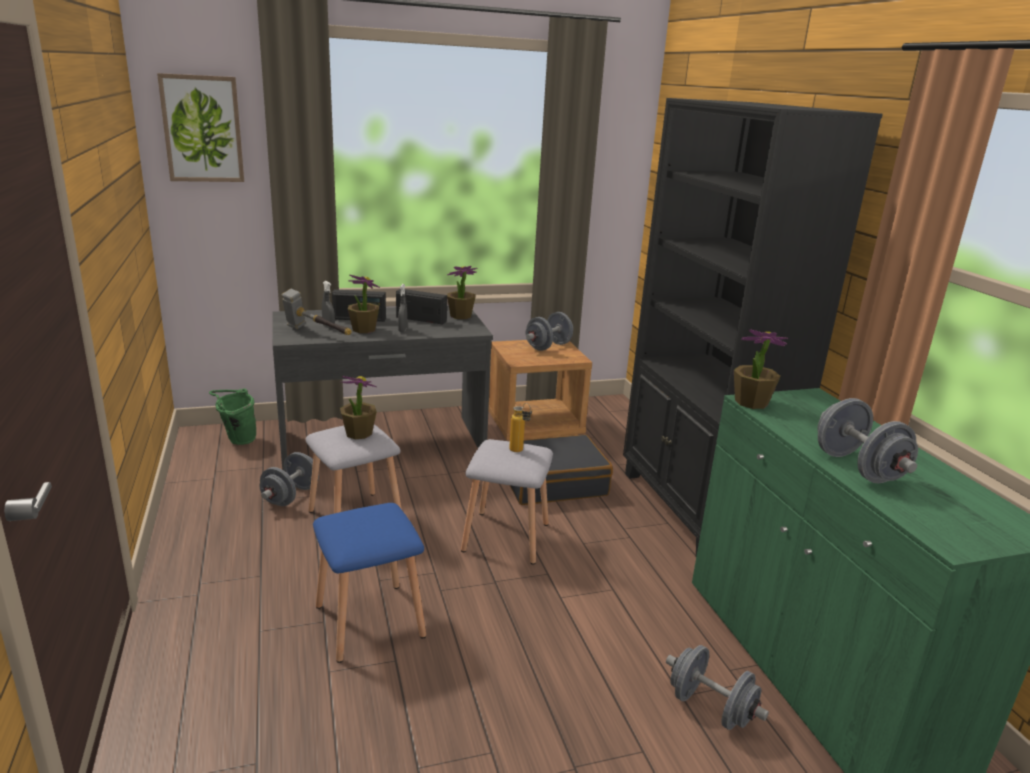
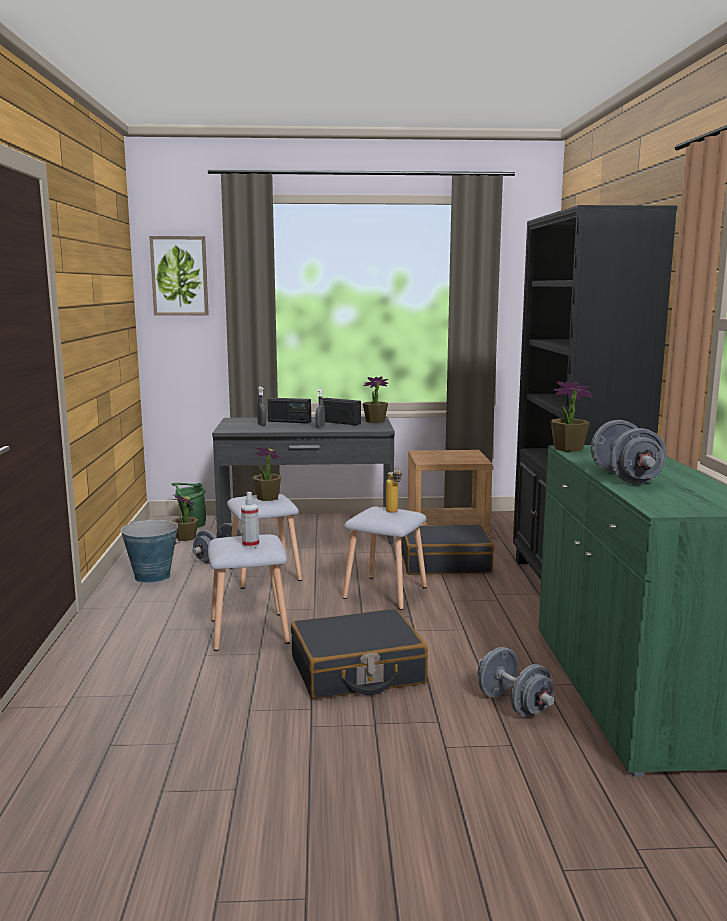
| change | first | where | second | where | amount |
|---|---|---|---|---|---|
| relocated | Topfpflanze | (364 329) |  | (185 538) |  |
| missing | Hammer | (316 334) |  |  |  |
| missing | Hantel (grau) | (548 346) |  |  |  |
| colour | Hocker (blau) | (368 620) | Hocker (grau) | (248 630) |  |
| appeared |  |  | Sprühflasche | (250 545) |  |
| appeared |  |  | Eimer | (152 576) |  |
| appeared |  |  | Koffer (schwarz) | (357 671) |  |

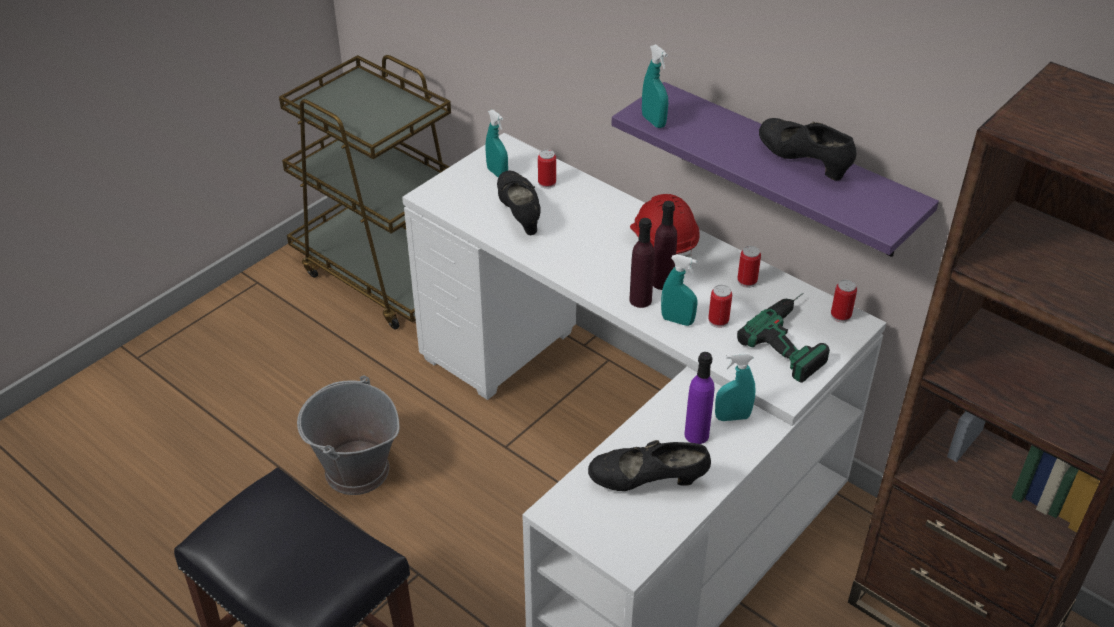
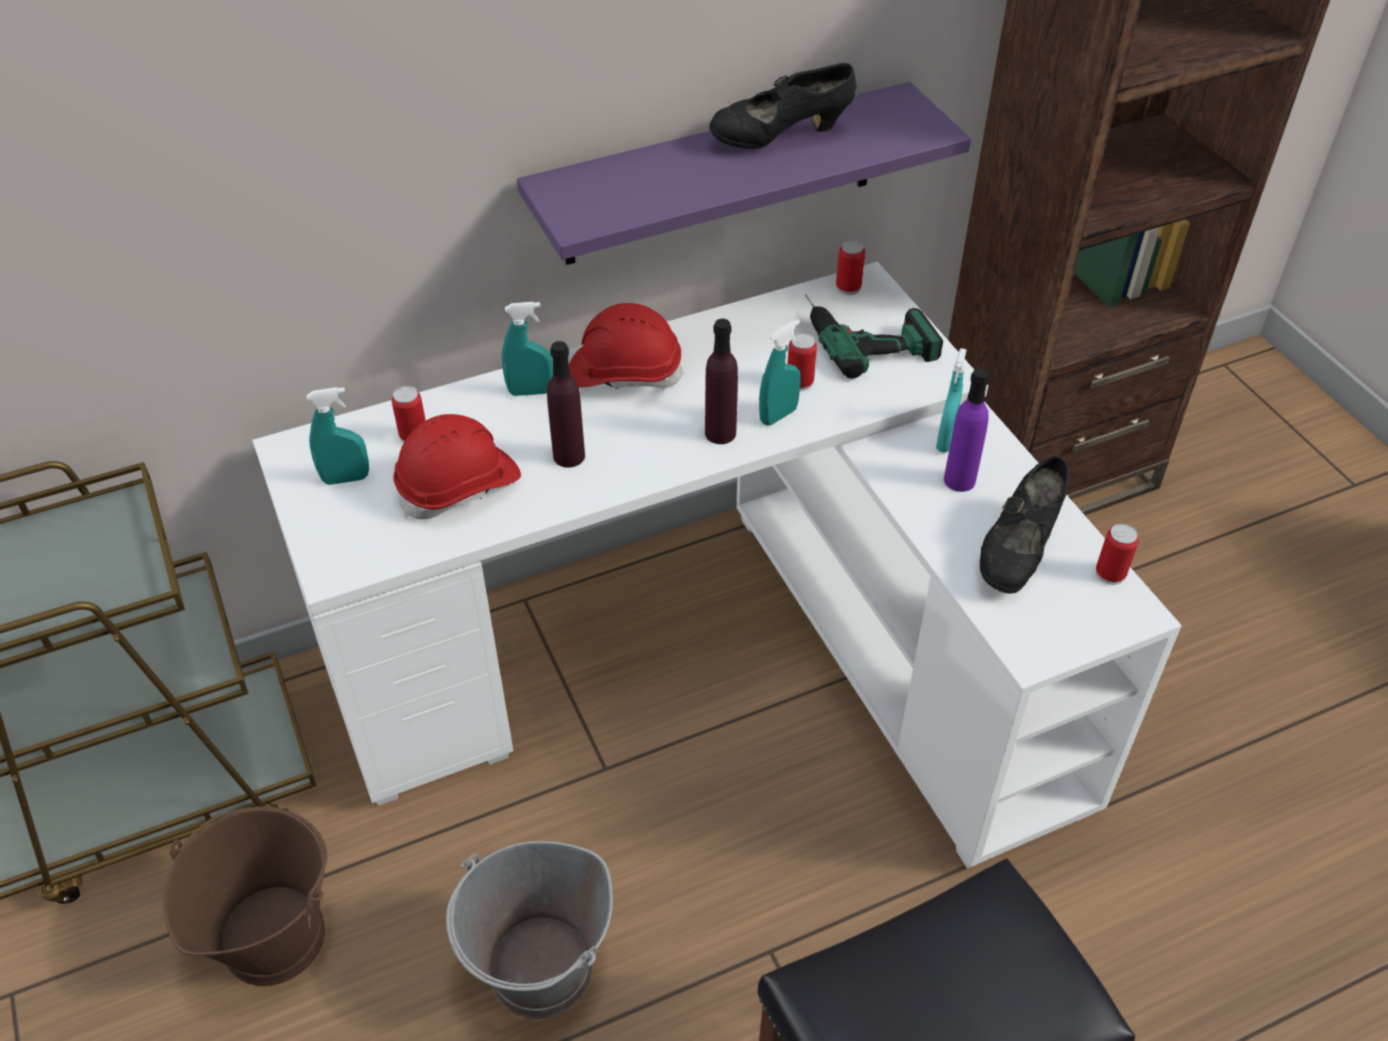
| change | first | where | second | where | amount |
|---|---|---|---|---|---|
| relocated | Sprühflasche (türkis) | (653 121) |  | (530 391) |  |
| exchanged | Schuh (schwarz) | (519 214) | Schutzhelm (rot) | (459 486) |  |
| relocated | Flasche (lila) | (662 282) |  | (569 456) |  |
| relocated | Dose | (747 281) |  | (1110 573) |  |
| appeared |  |  | Eimer (braun) | (273 936) |  |

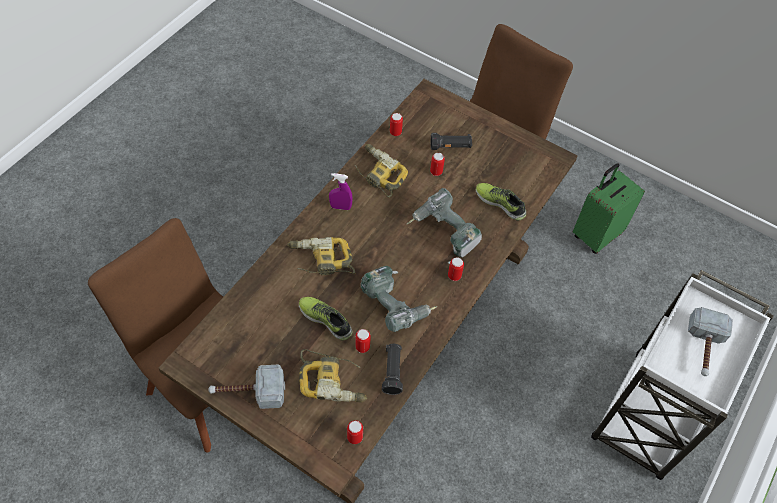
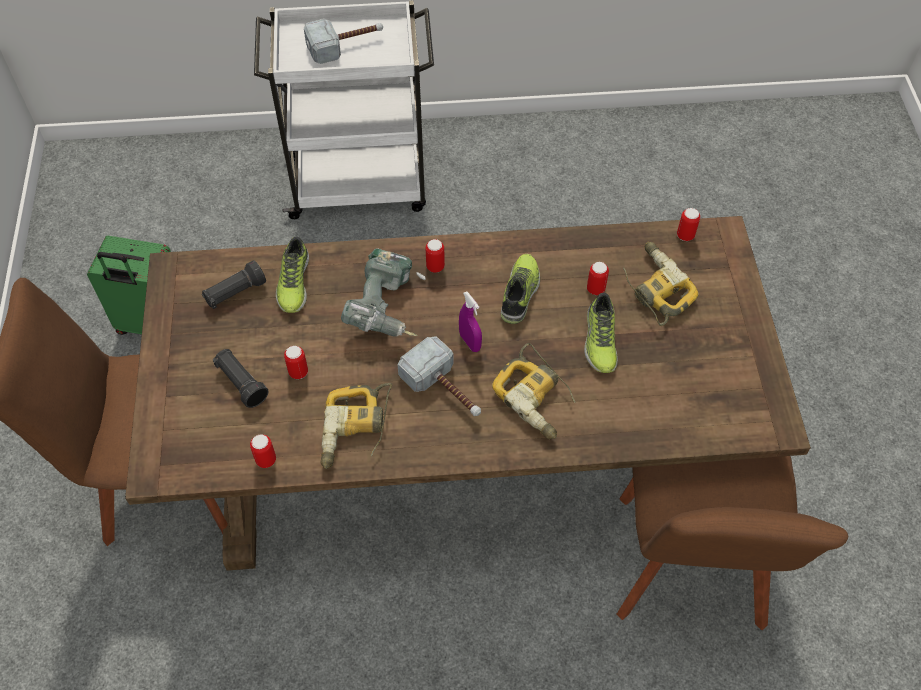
| change | first | where | second | where | amount |
|---|---|---|---|---|---|
| relocated | Sprühflasche (lila) | (340 207) |  | (470 342) |  |
| exchanged | Bohrmaschine | (396 305) | Schuh | (520 293) |  |
| relocated | Taschenlampe (schwarz) | (392 372) |  | (235 293) |  |
| relocated | Hammer | (248 392) |  | (445 390) |  |

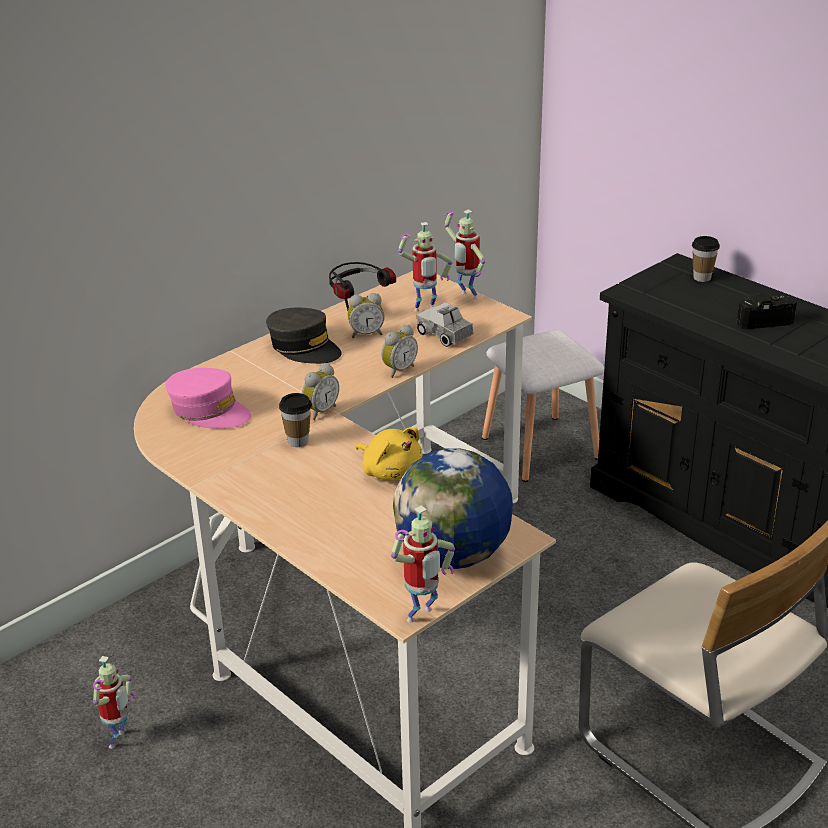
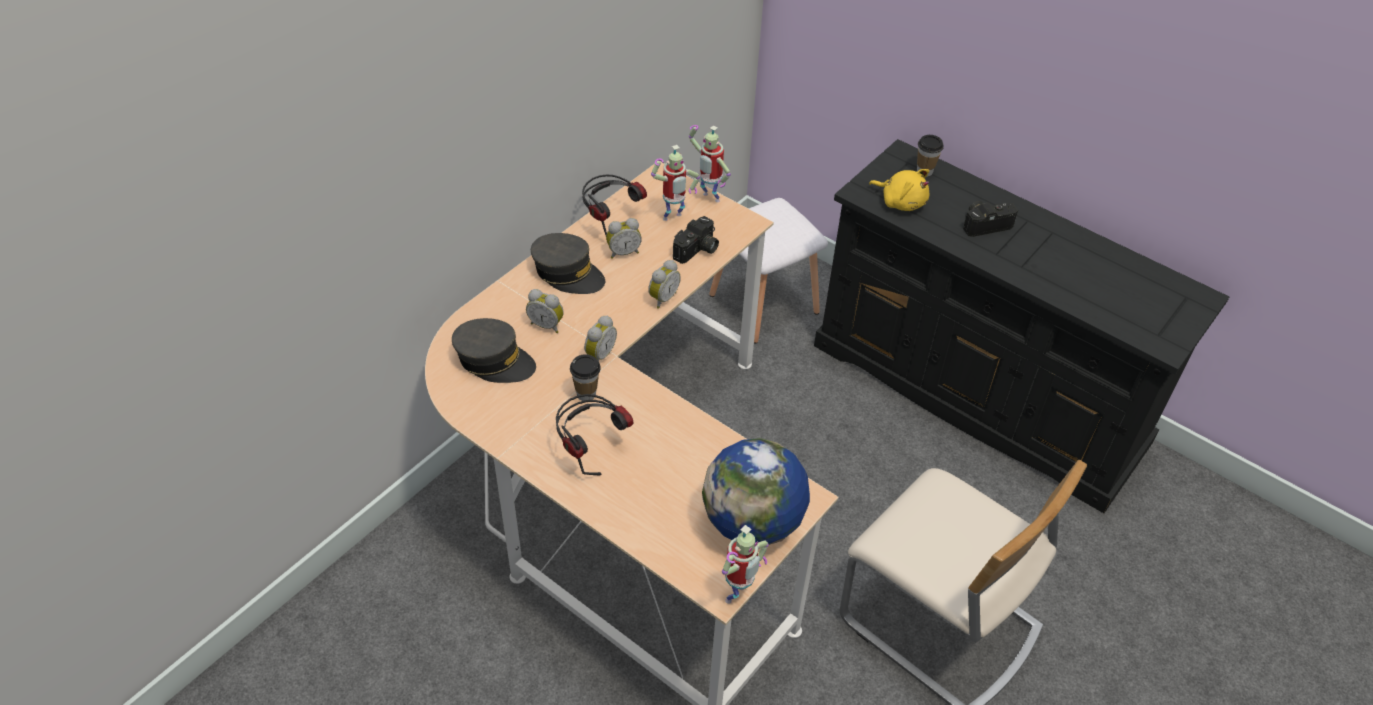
| change | first | where | second | where | amount |
|---|---|---|---|---|---|
| exchanged | Spielzeuglaster | (445 335) | Kamera | (697 250) |  |
| colour | Kappe (rosa) | (209 411) | Kappe (grau) | (494 360) |  |
| relocated | Plüschtier (gelb) | (390 471) |  | (901 202) |  |
| missing | Spielzeugroboter | (119 740) |  |  |  |
| appeared |  |  | Wecker | (547 324) |  |
| appeared |  |  | Kopfhörer | (591 448) |  |

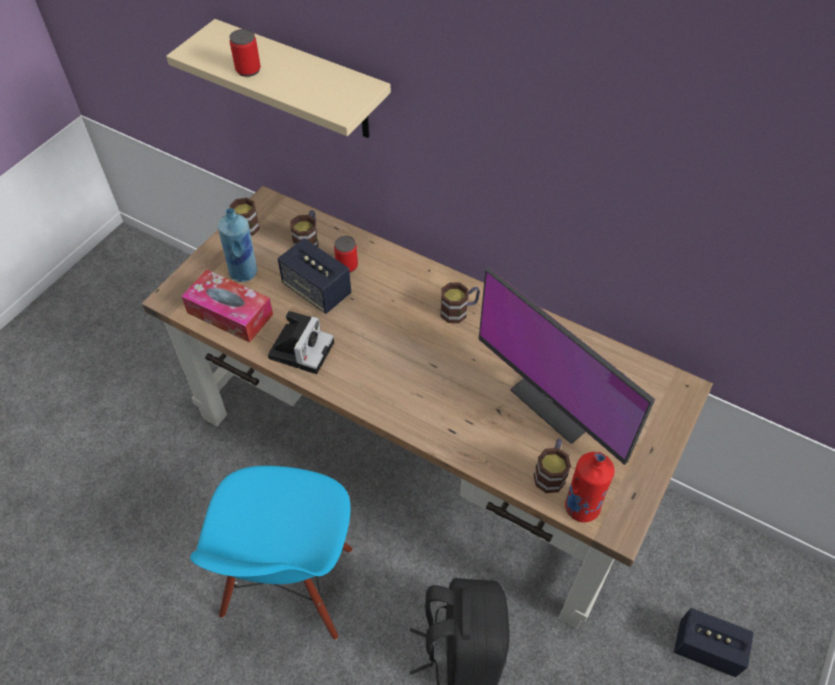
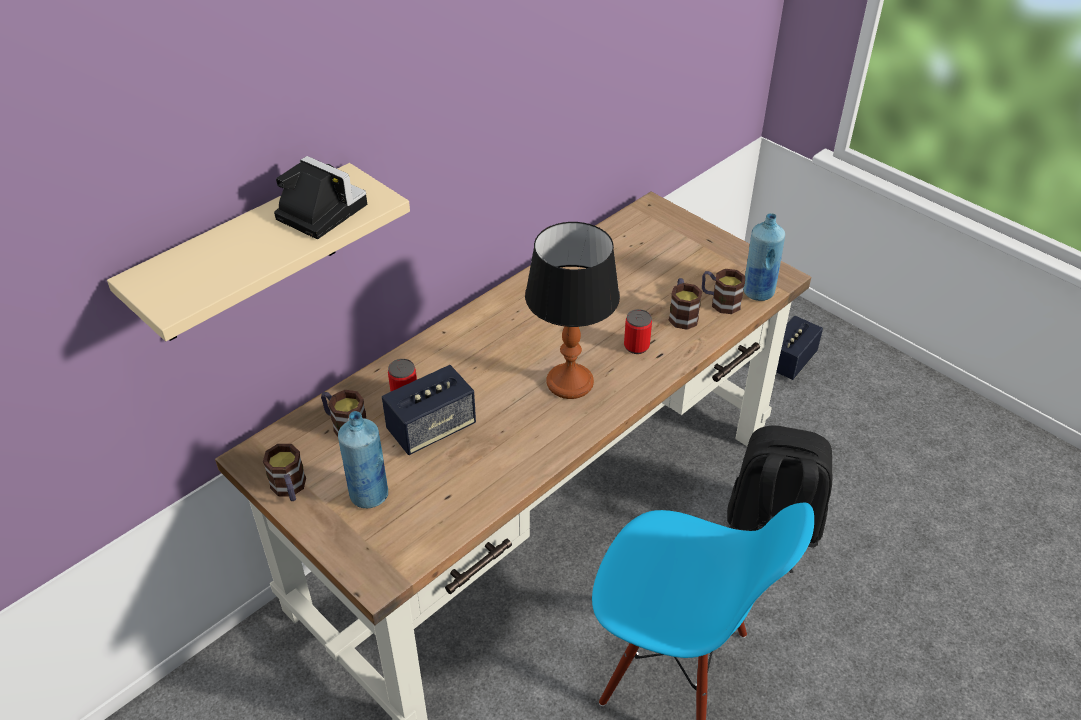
| change | first | where | second | where | amount |
|---|---|---|---|---|---|
| relocated | Dose | (248 70) |  | (636 346) |  |
| missing | Monitor | (564 397) |  |  |  |
| missing | Taschentuchbox | (230 313) |  |  |  |
| relocated | Henkelbecher | (459 311) |  | (682 314) |  |
| relocated | Kamera | (301 348) |  | (318 211) |  |
| colour | Flasche (rot) | (581 507) | Flasche (blau) | (757 292) |  |
| appeared |  |  | Tischlampe | (569 383) |  |

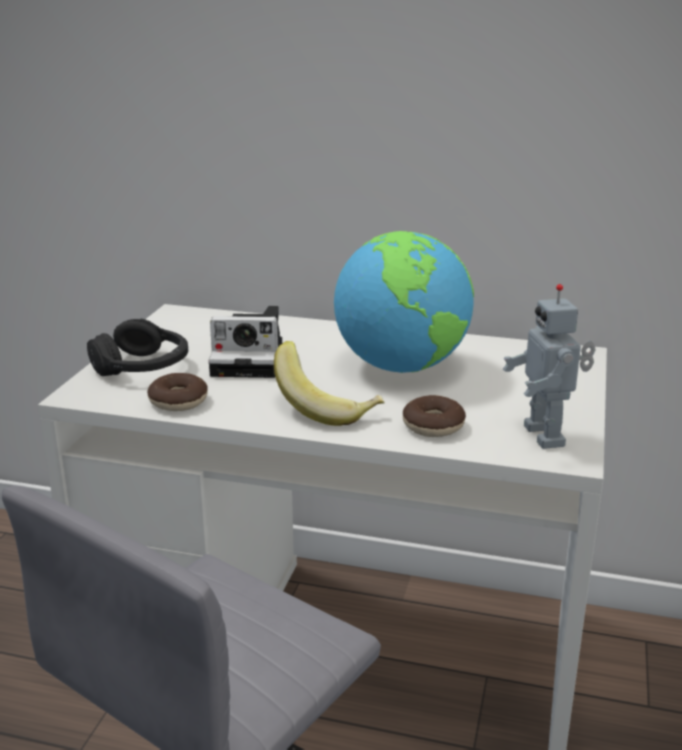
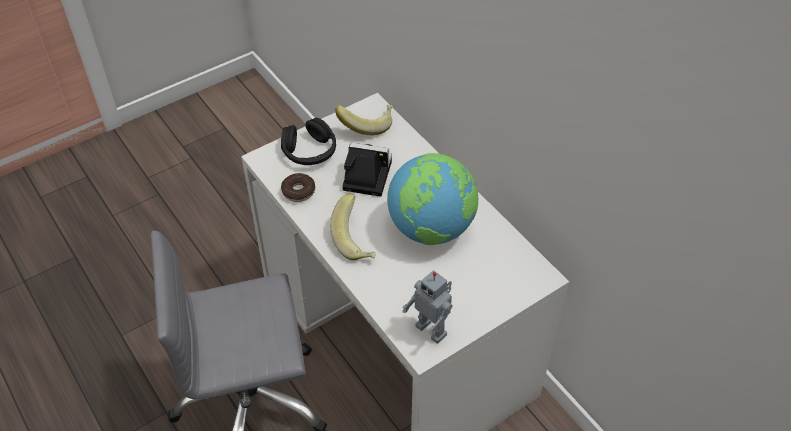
| change | first | where | second | where | amount |
|---|---|---|---|---|---|
| spun | Spielzeugroboter | (547 436) |  | (432 329) | 75 degrees counterclockwise |
| spun | Kamera | (251 360) |  | (365 176) | 150 degrees clockwise |
| missing | Donut | (433 426) |  |  |  |
| appeared |  |  | Banane | (366 125) |  |

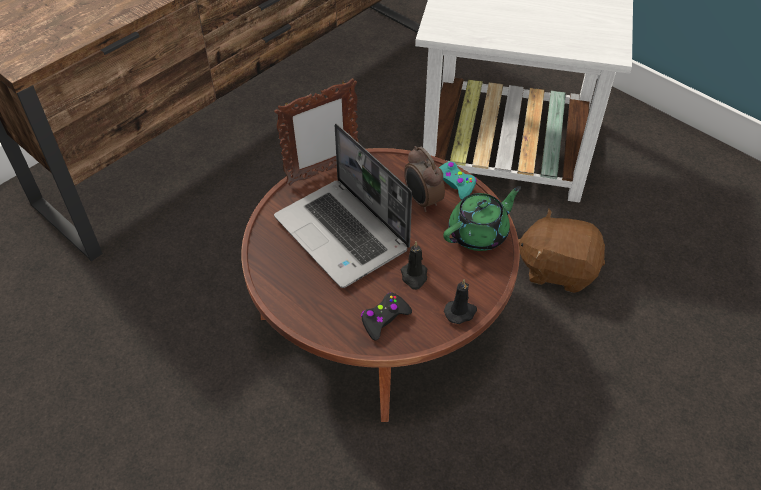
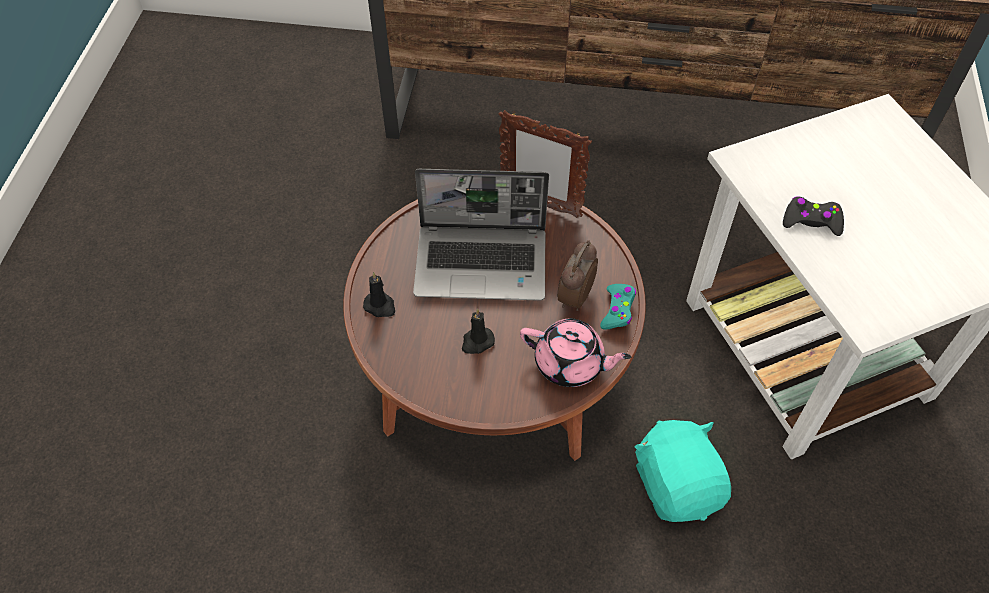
| change | first | where | second | where | amount |
|---|---|---|---|---|---|
| spun | Laptop | (344 234) |  | (483 263) | 105 degrees counterclockwise |
| colour | Teekanne (grün) | (479 233) | Teekanne (rosa) | (570 364) |  |
| colour | Plüschtier (braun) | (557 269) | Plüschtier (türkis) | (677 484) |  |
| relocated | Kerze (schwarz) | (460 312) |  | (380 306) |  |
| relocated | Gamepad (schwarz) | (384 319) |  | (811 221) |  |

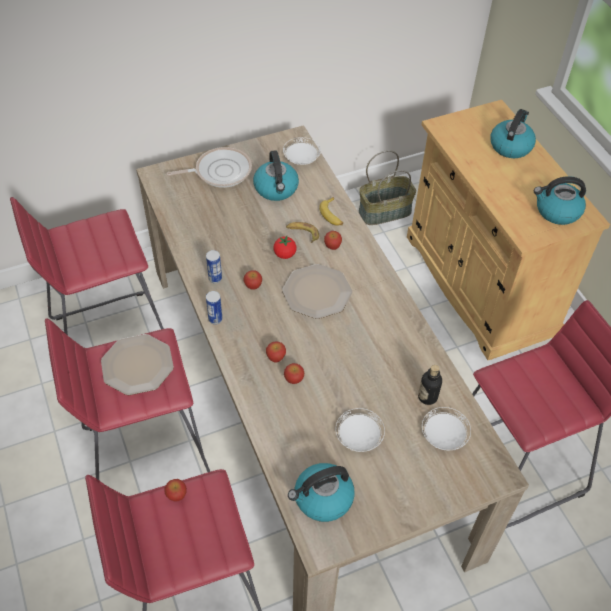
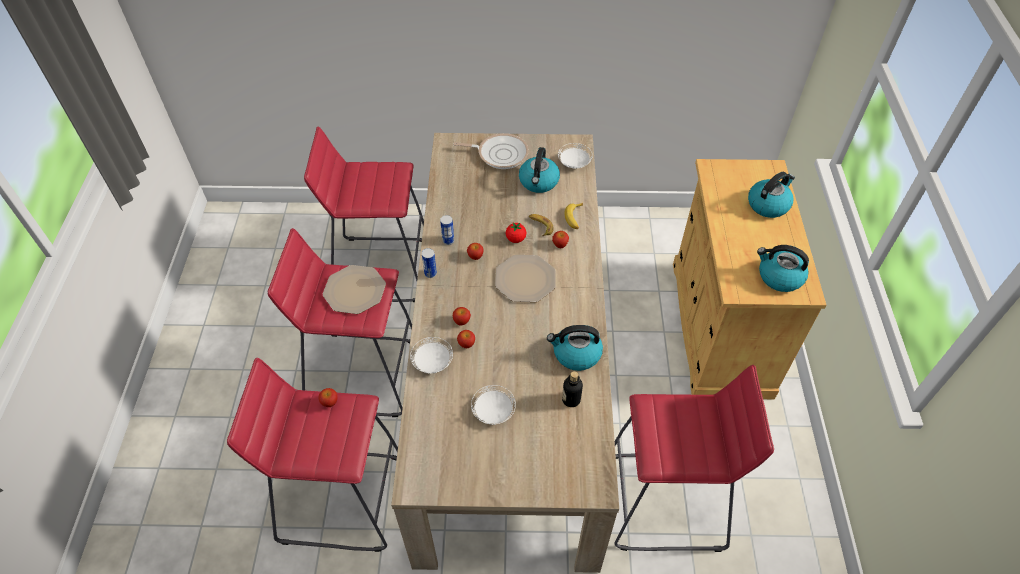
| change | first | where | second | where | amount |
|---|---|---|---|---|---|
| missing | Korb | (385 211) |  |  |  |
| relocated | Teller (weiß) | (443 436) |  | (432 362) |  |
| relocated | Wasserkessel | (322 498) |  | (576 354) |  |

